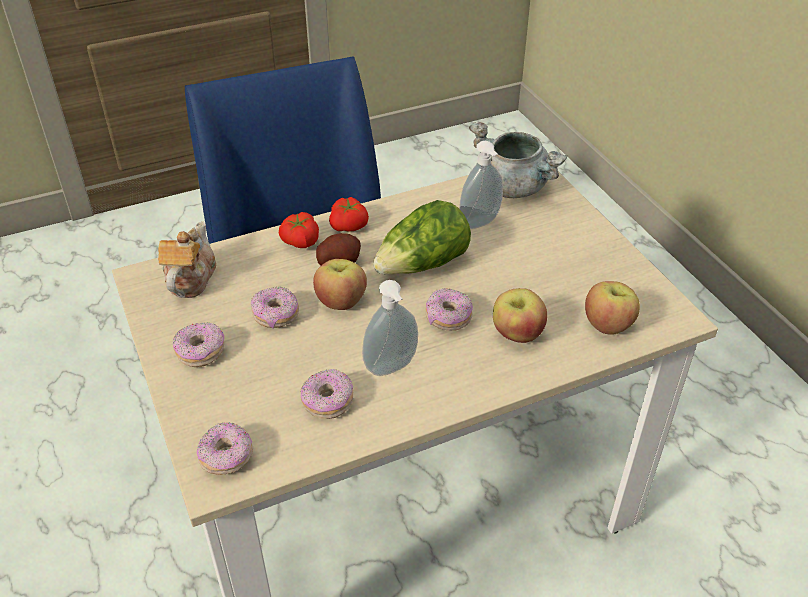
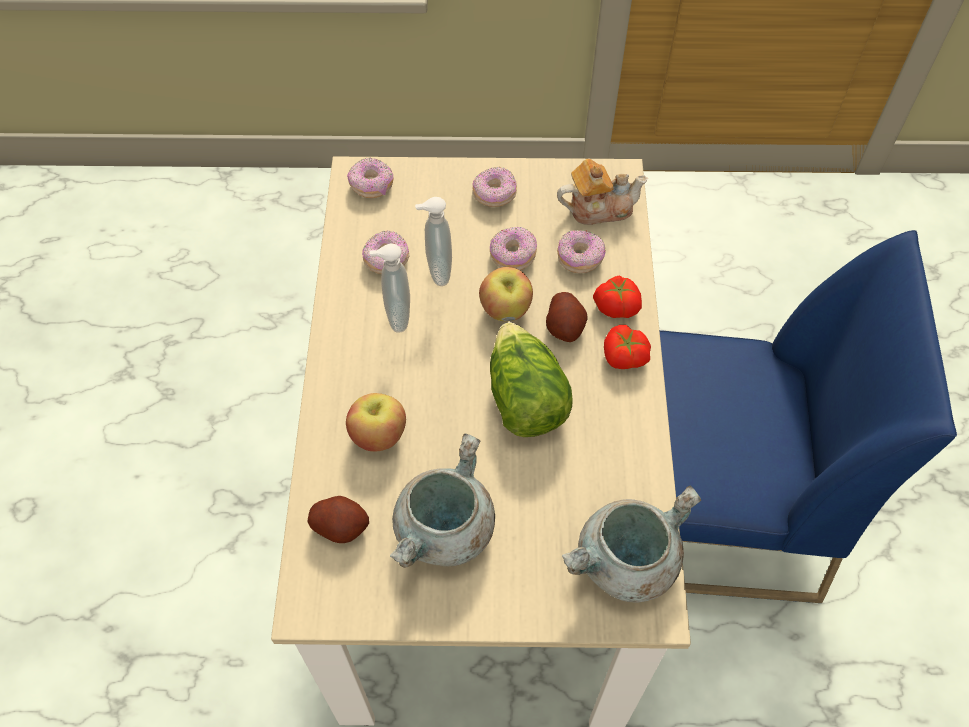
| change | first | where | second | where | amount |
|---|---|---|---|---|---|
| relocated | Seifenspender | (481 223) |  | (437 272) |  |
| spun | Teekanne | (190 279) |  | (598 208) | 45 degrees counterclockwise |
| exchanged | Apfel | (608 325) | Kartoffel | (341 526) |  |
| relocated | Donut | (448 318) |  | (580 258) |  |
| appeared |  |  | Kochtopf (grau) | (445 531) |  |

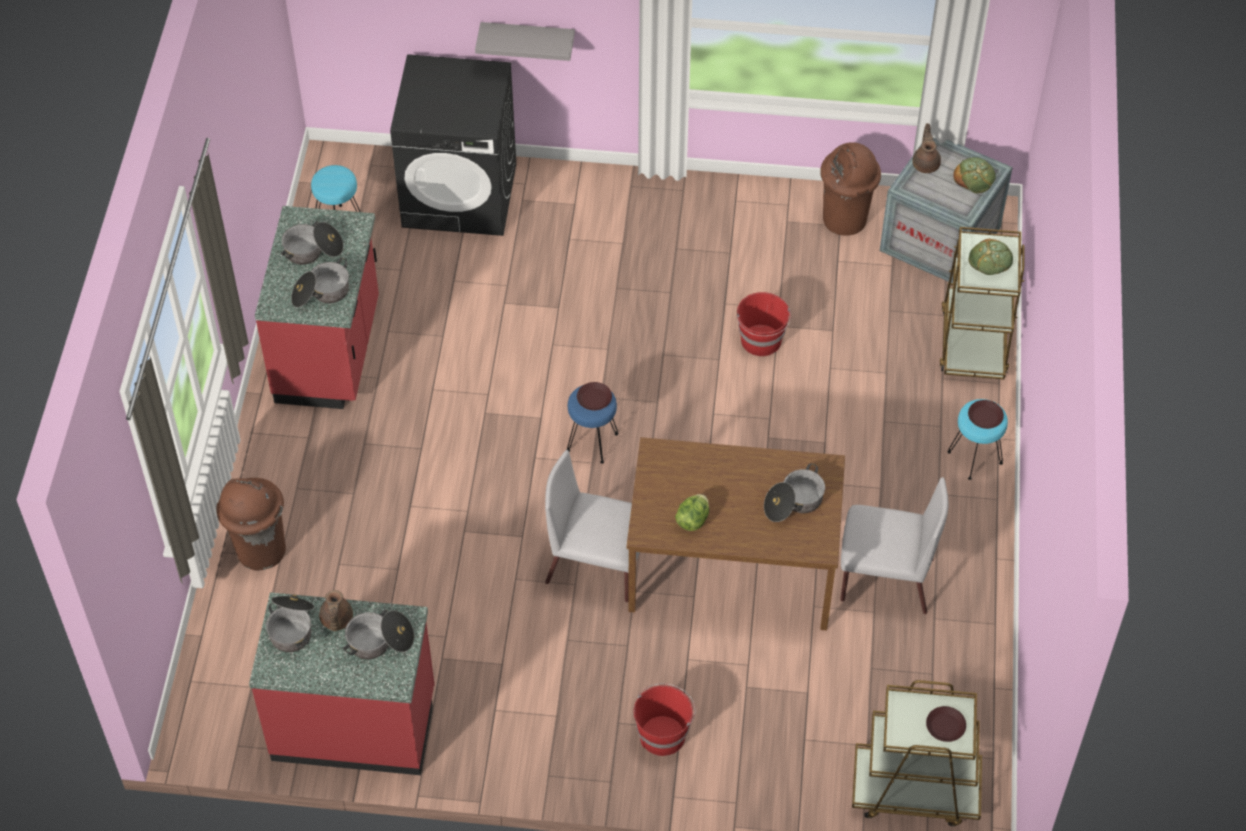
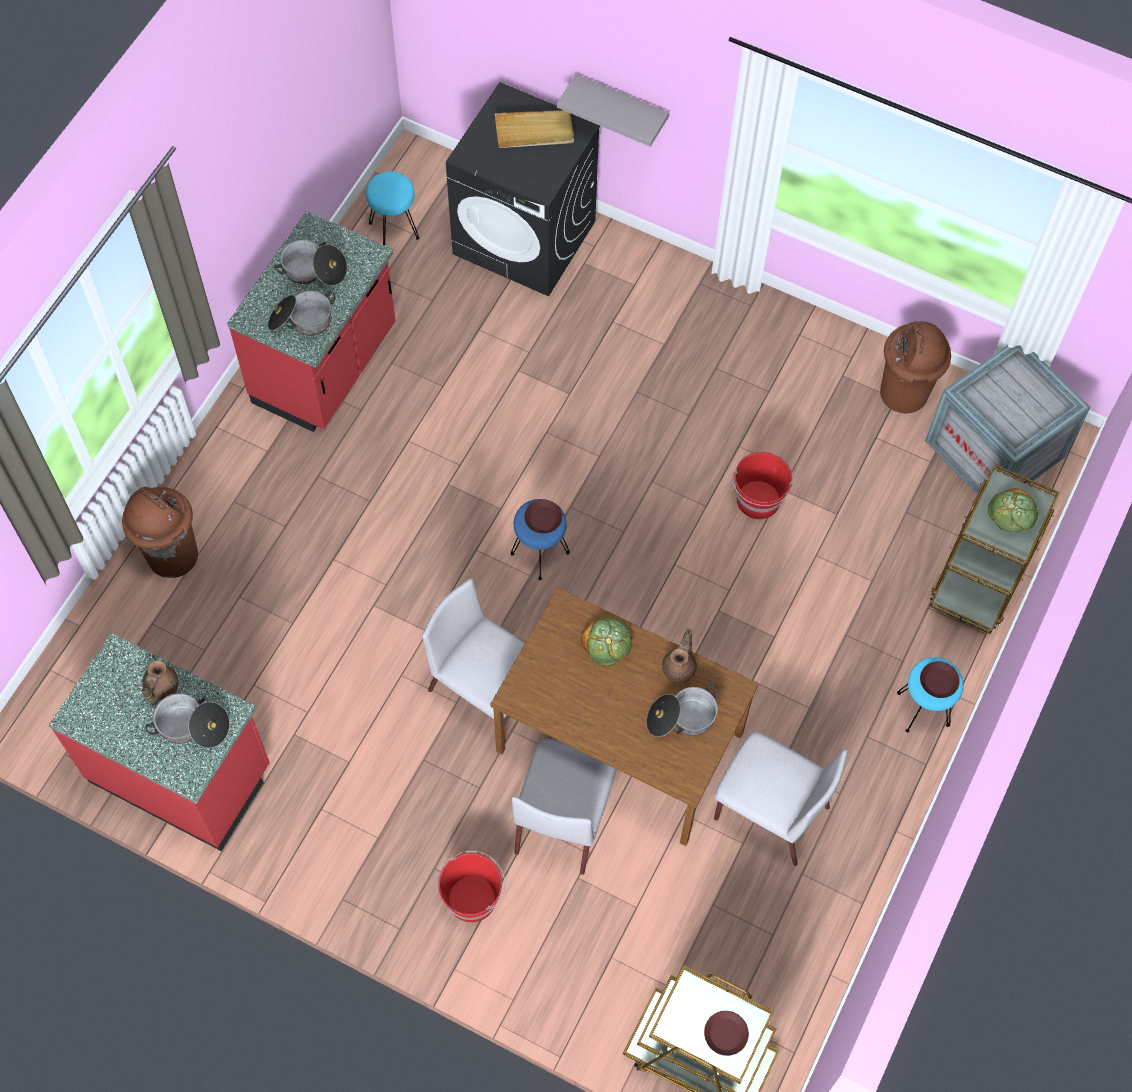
| change | first | where | second | where | amount |
|---|---|---|---|---|---|
| relocated | Teekanne (braun) | (926 163) |  | (680 667) |  |
| relocated | Brot | (974 177) |  | (607 642) |  |
| missing | Salatkopf | (692 520) |  |  |  |
| missing | Kochtopf | (292 627) |  |  |  |
| appeared |  |  | Tablett (beige) | (534 131) |  |
| appeared |  |  | Stuhl (grau) | (563 819) |  |

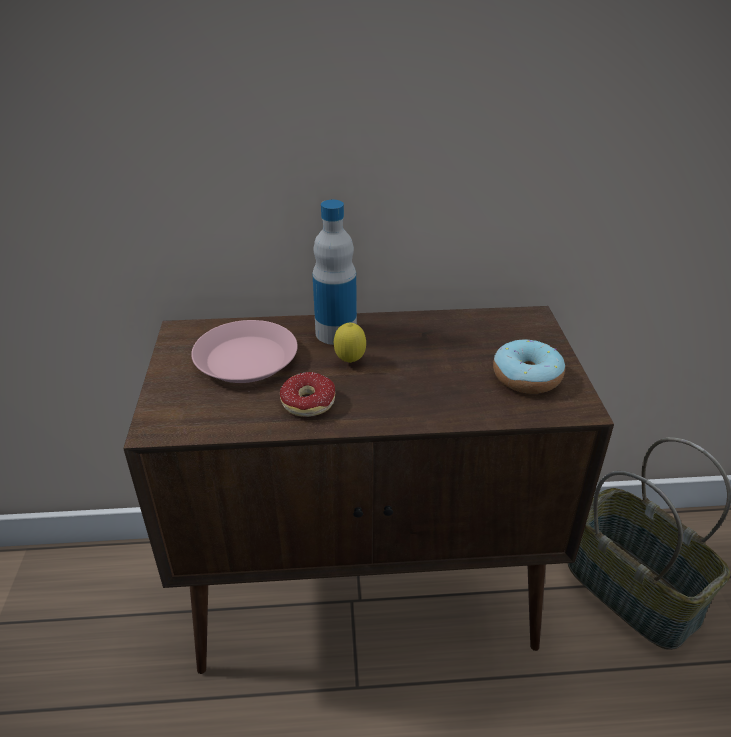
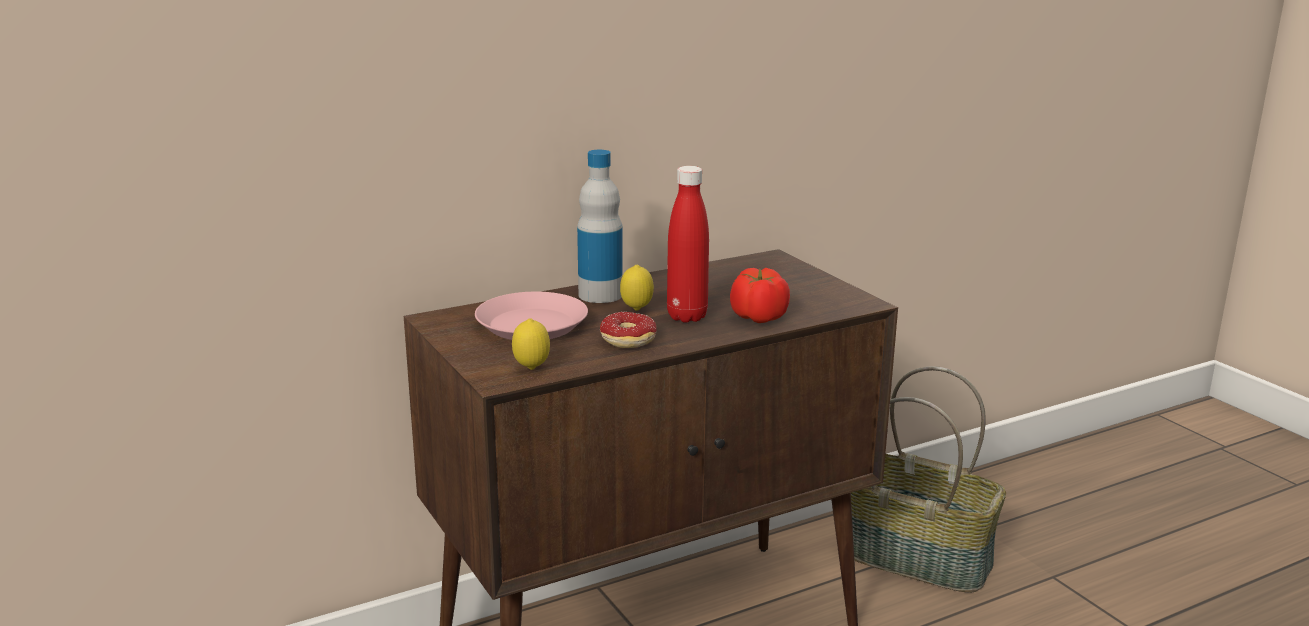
| change | first | where | second | where | amount |
|---|---|---|---|---|---|
| missing | Donut | (526 377) |  |  |  |
| appeared |  |  | Flasche (rot) | (687 316) |  |
| appeared |  |  | Tomate | (759 317) |  |
| appeared |  |  | Zitrone | (531 369) |  |

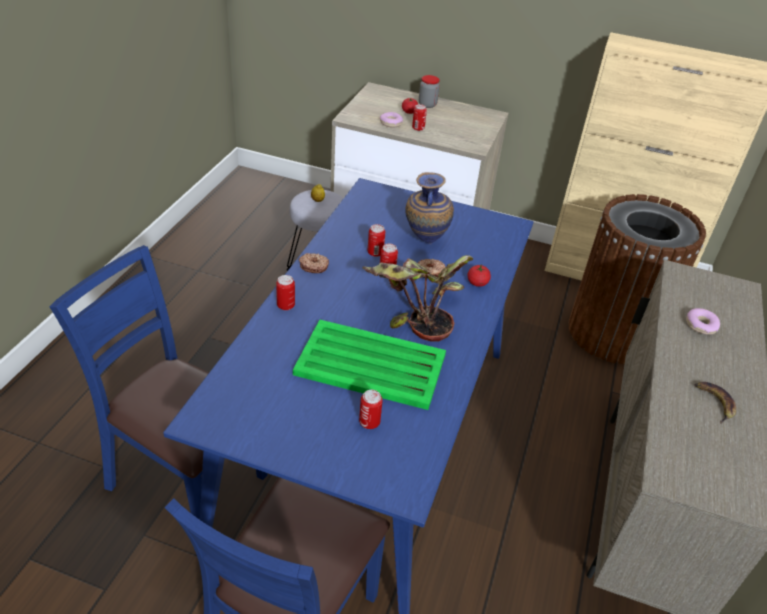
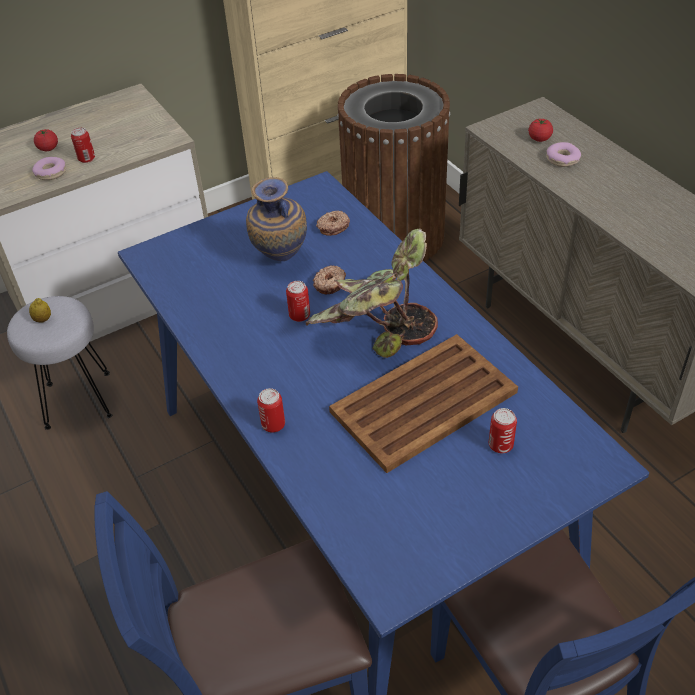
| change | first | where | second | where | amount |
|---|---|---|---|---|---|
| missing | Vorratsglas | (427 104) |  |  |  |
| missing | Dose | (375 252) |  |  |  |
| relocated | Donut | (314 266) |  | (333 227) |  |
| relocated | Tomate | (477 283) |  | (539 138) |  |
| colour | Tablett (grün) | (372 365) | Tablett (braun) | (425 402) |  |
| missing | Banane | (714 402) |  |  |  |

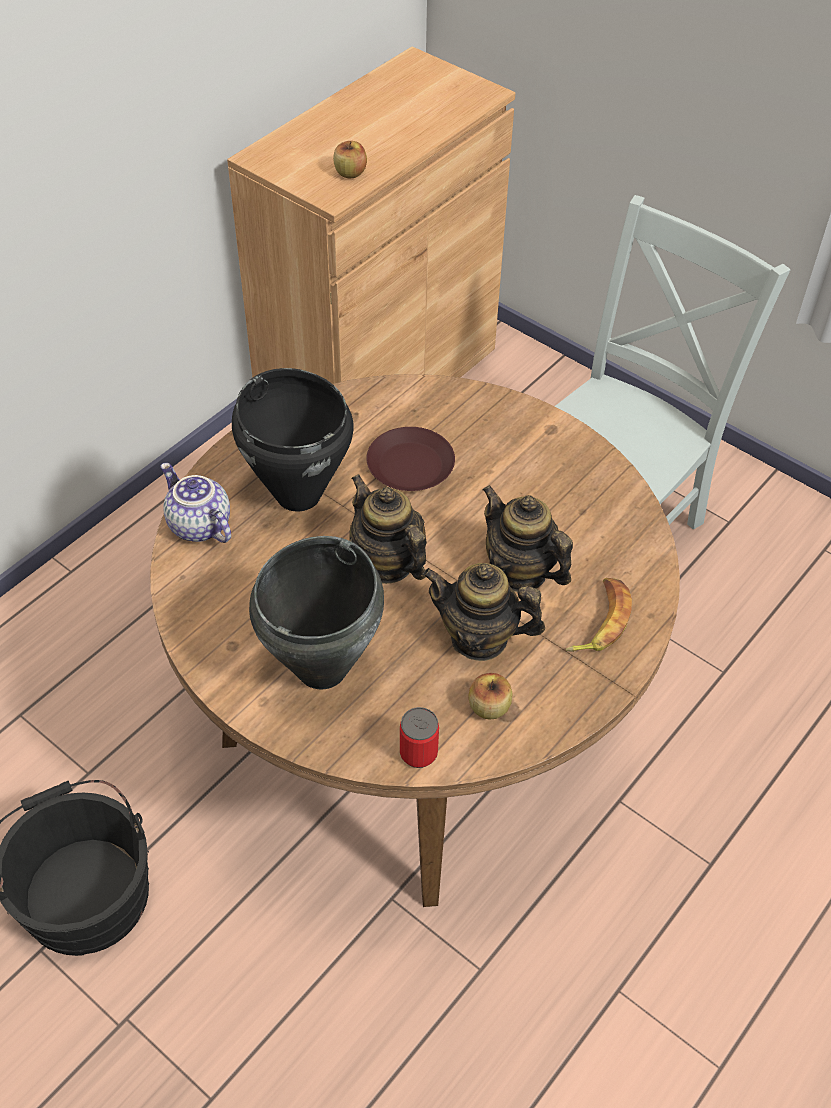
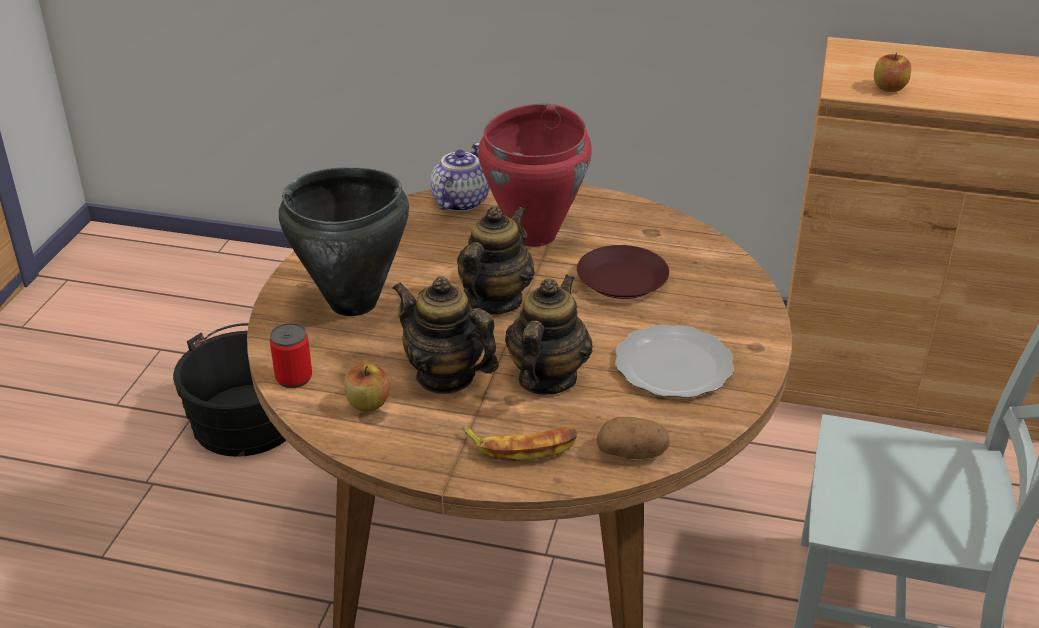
| change | first | where | second | where | amount |
|---|---|---|---|---|---|
| colour | Kochtopf (schwarz) | (298 494) | Kochtopf (rot) | (535 235) |  |
| spun | Teekanne | (479 638) |  | (445 376) | 45 degrees counterclockwise |
| appeared |  |  | Teller | (674 364) |  |
| appeared |  |  | Kartoffel | (632 453) |  |

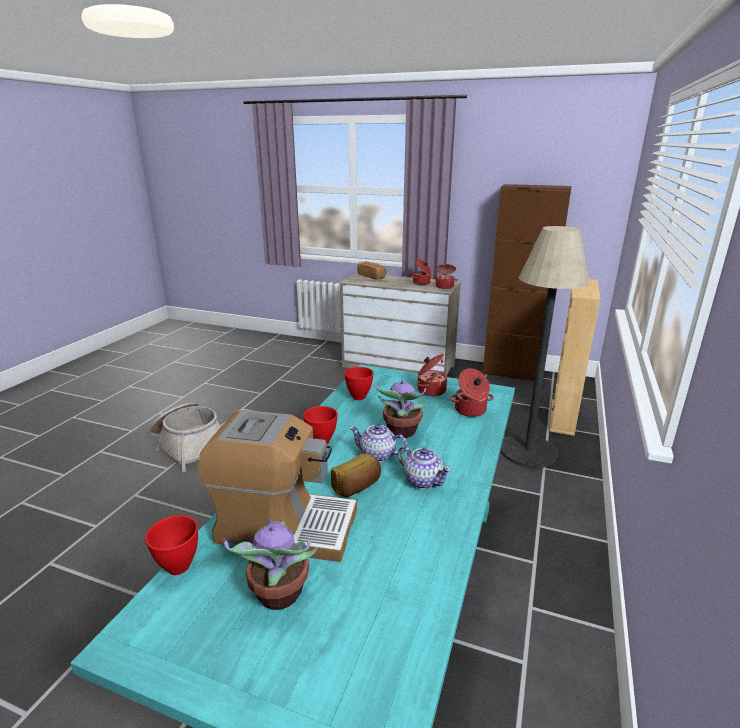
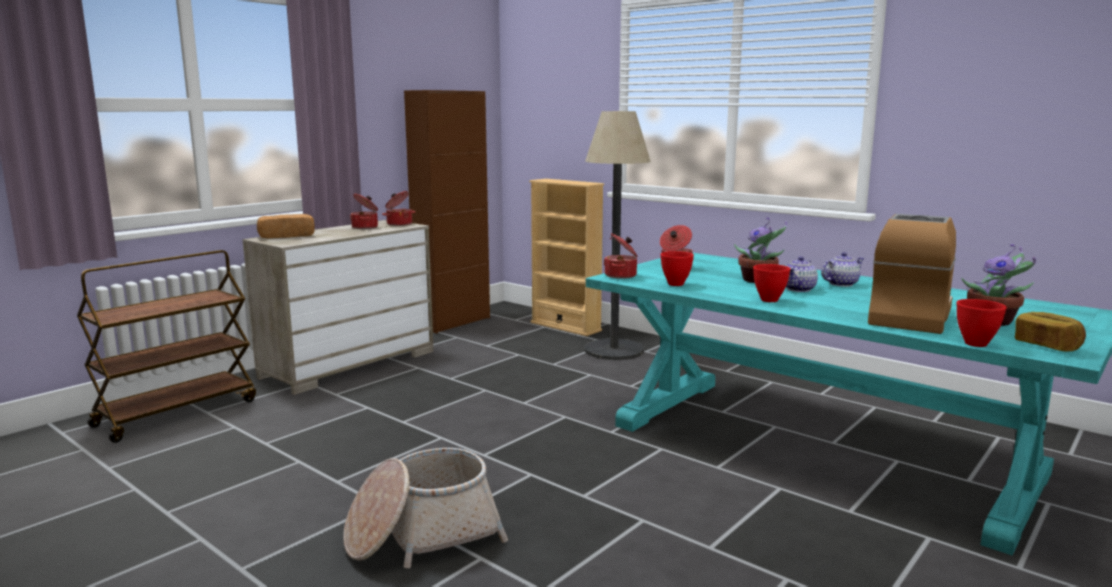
| change | first | where | second | where | amount |
|---|---|---|---|---|---|
| relocated | Kochtopf | (470 410) |  | (621 275) |  |
| relocated | Brot | (357 486) |  | (1047 346) |  |
| appeared |  |  | Rollwagen (braun) | (177 412) |  |

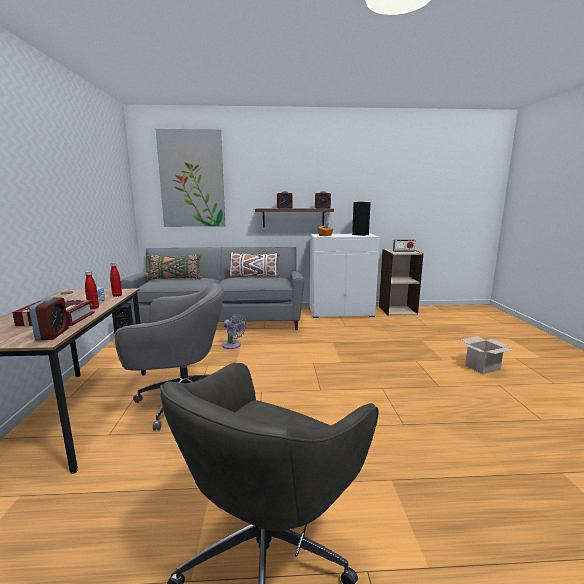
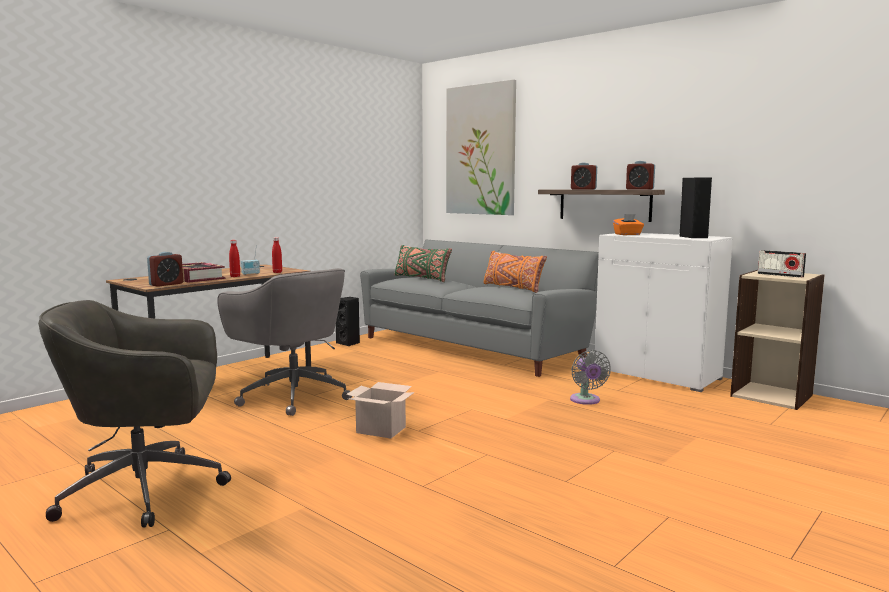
| change | first | where | second | where | amount |
|---|---|---|---|---|---|
| colour | Kissen (weiß) | (253 276) | Kissen (orange) | (512 288) |  |
| relocated | Ventilator (grau) | (233 345) |  | (586 400) |  |
| relocated | Karton | (482 367) |  | (382 430) |  |

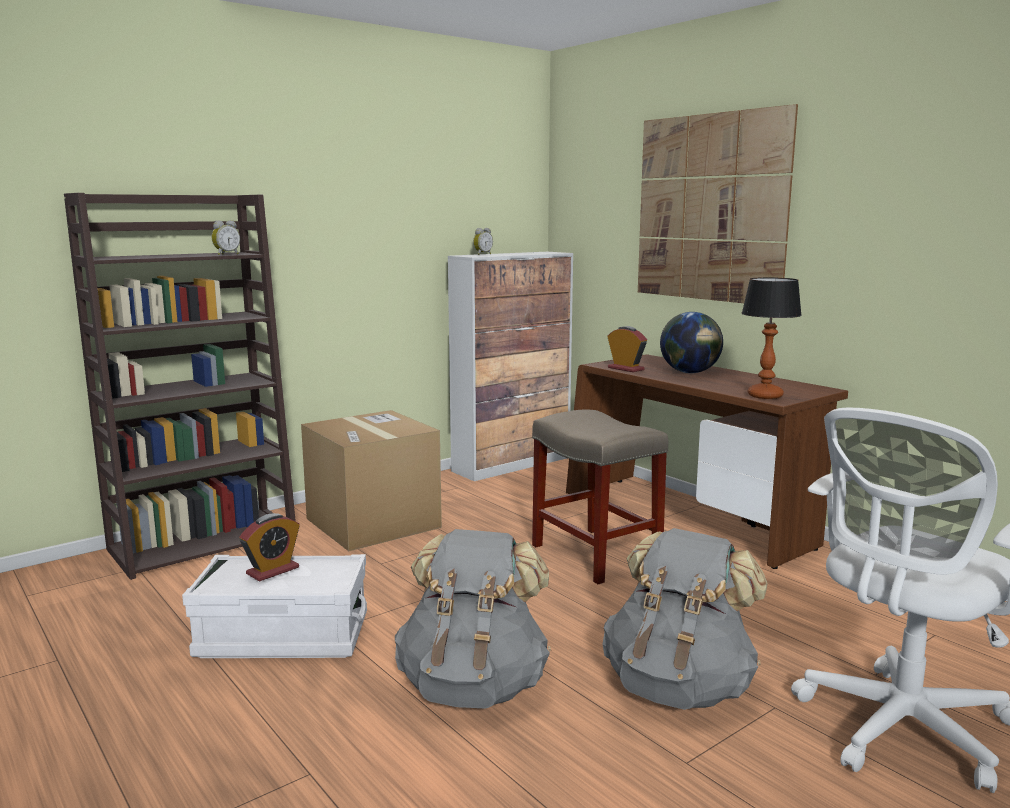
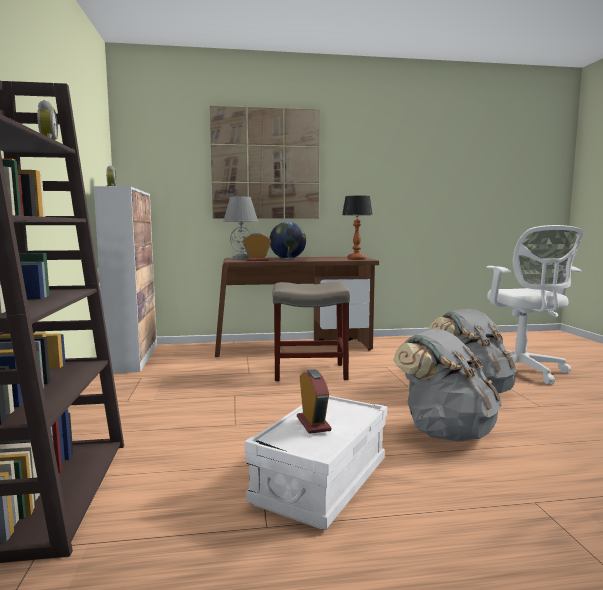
| change | first | where | second | where | amount |
|---|---|---|---|---|---|
| missing | Karton | (373 523) |  |  |  |
| appeared |  |  | Tischlampe (grau) | (241 258) |  |

